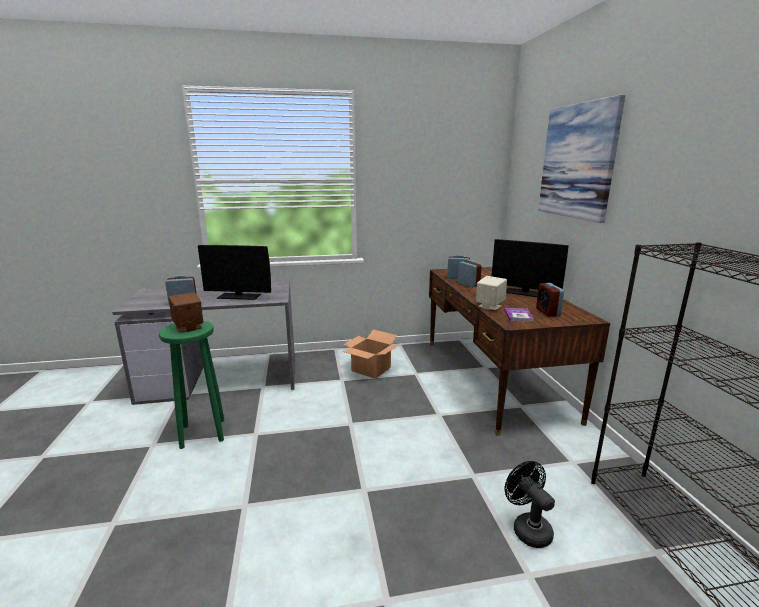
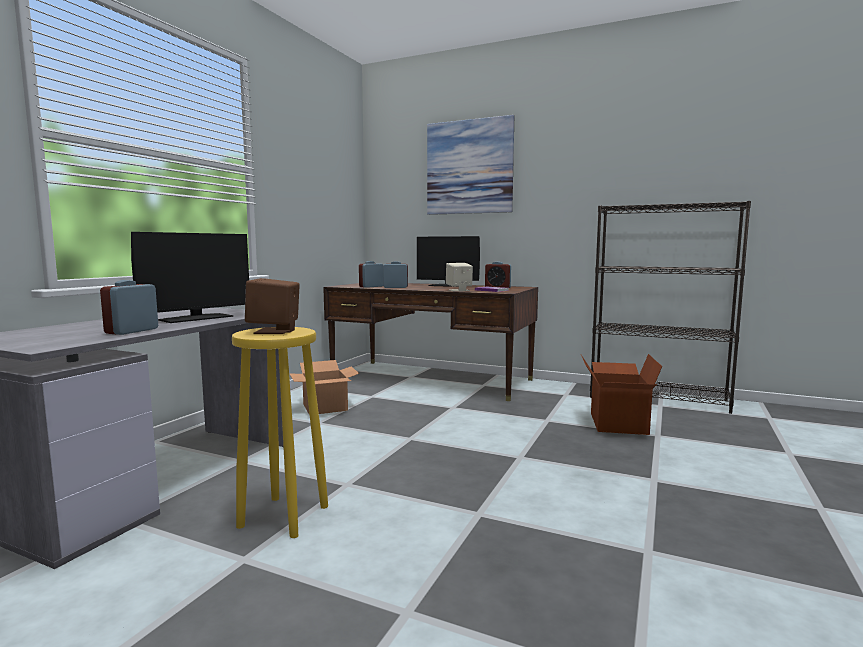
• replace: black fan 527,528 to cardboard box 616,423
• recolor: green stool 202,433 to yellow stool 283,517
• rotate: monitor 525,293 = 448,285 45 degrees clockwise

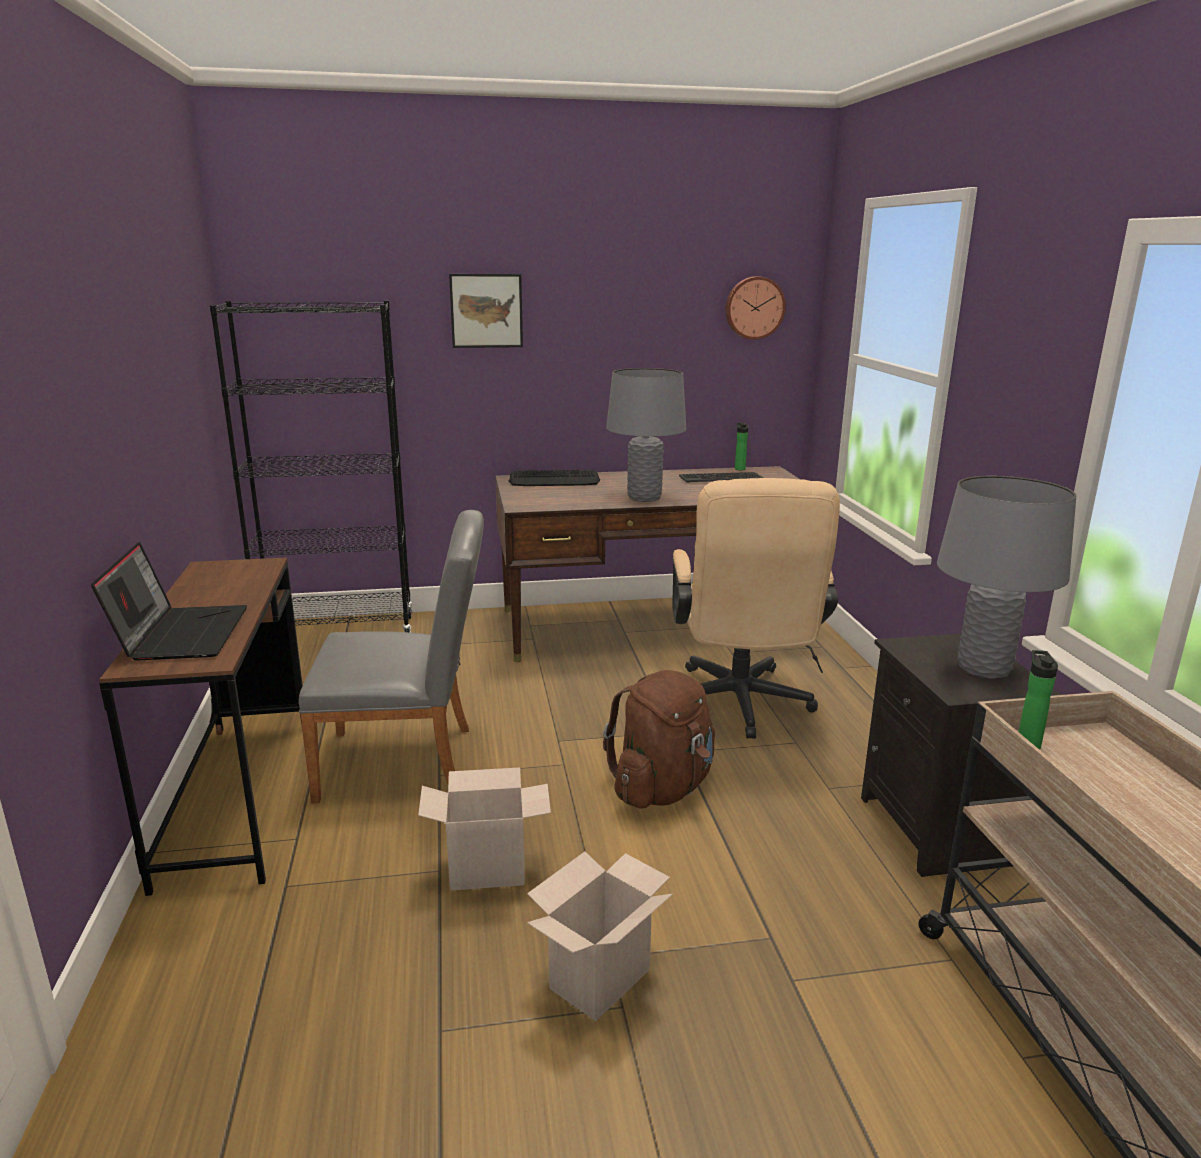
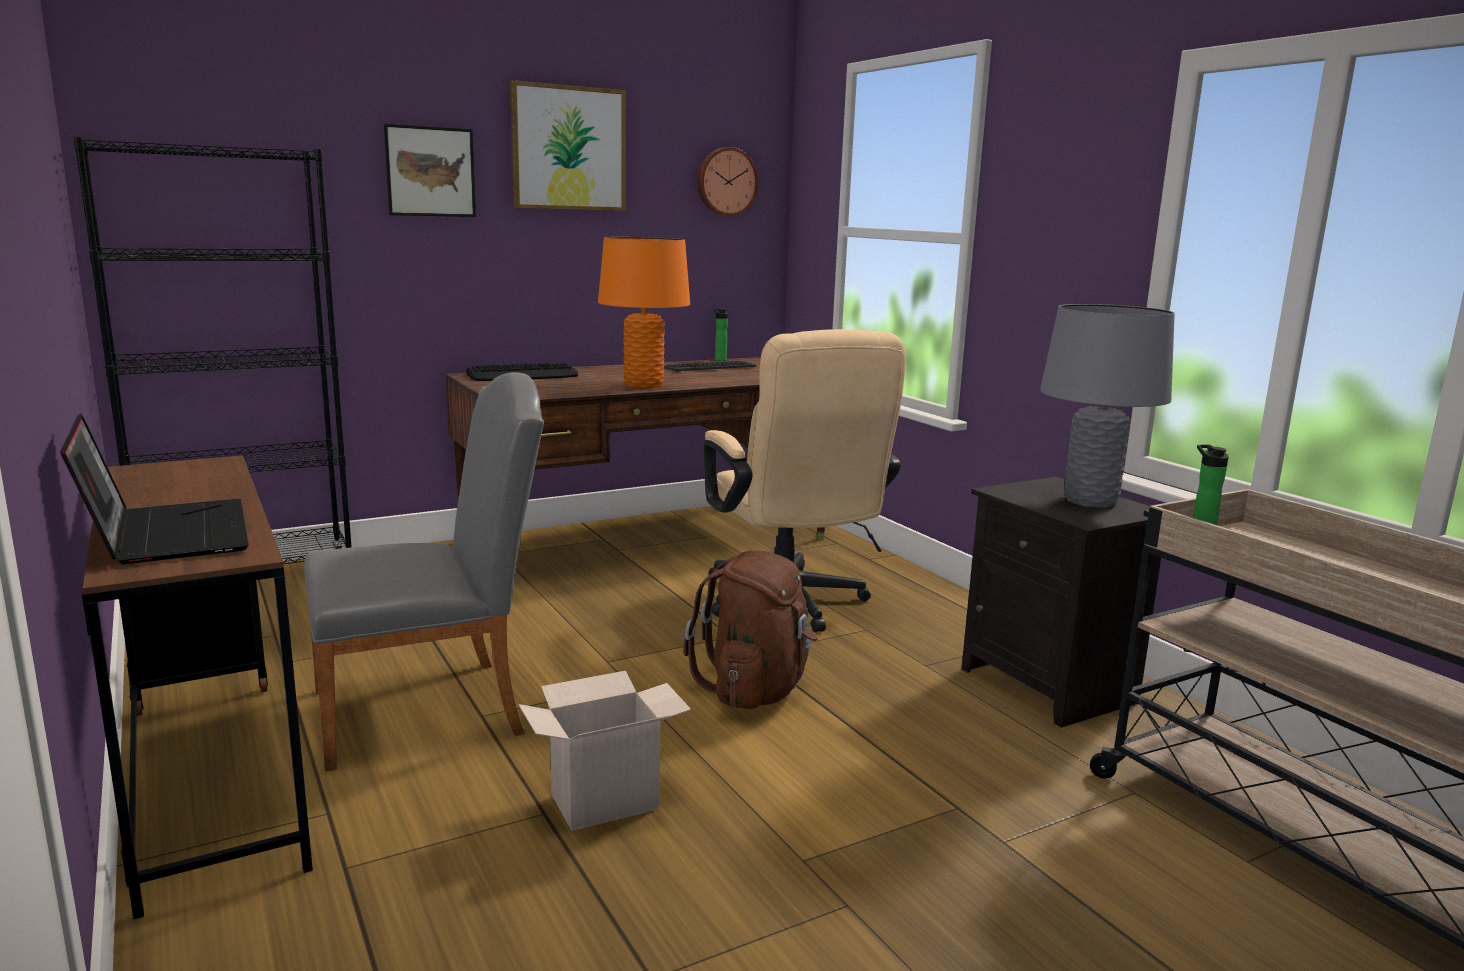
• delete: cardboard box 599,976
• insert: picture 568,148
• recolor: grey table lamp 644,498 to orange table lamp 643,385

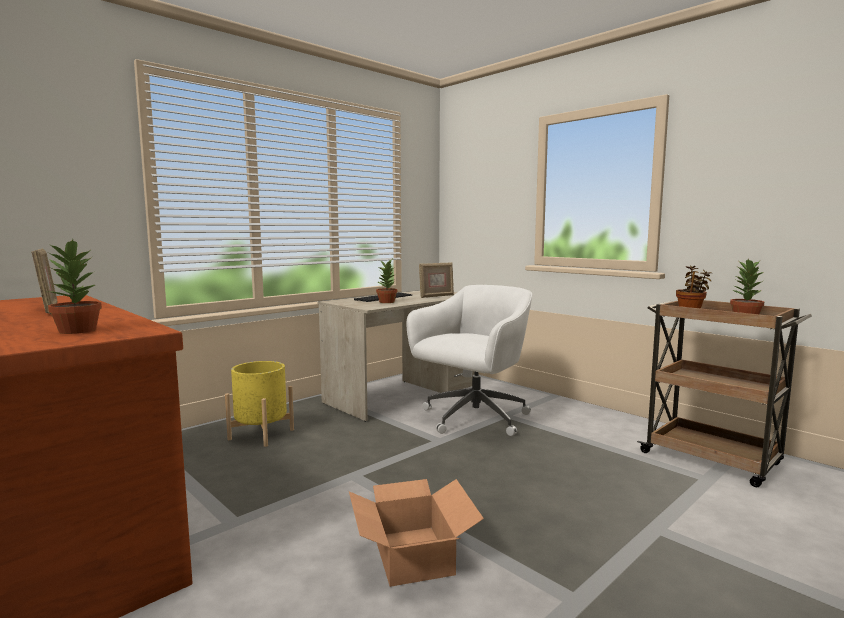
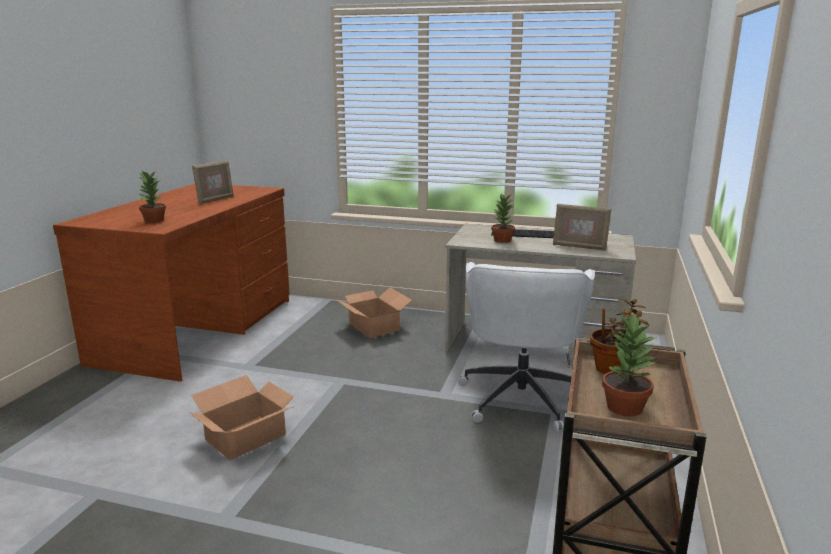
• replace: yellow planter 261,434 to cardboard box 374,326
• rotate: white office chair 473,418 = 521,396 90 degrees clockwise

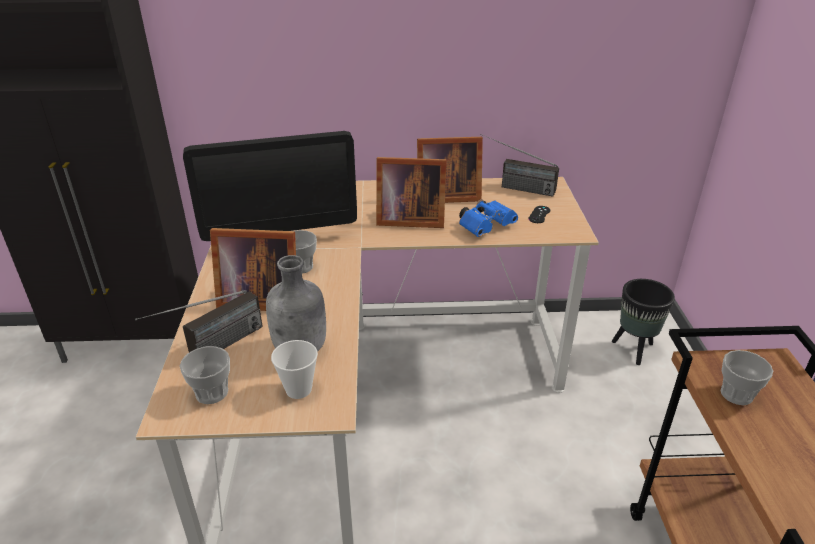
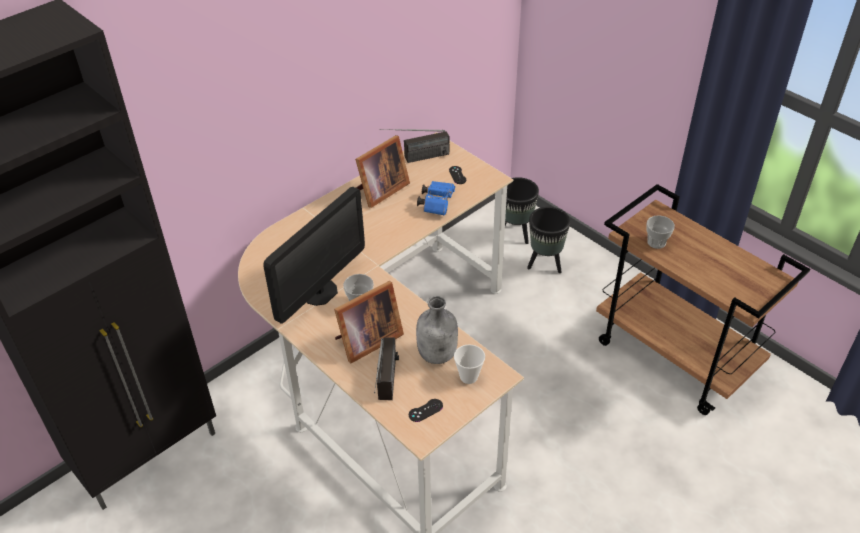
• delete: picture frame 408,219
• insert: black planter 545,264
• replace: cup 211,393 to black game controller 425,410

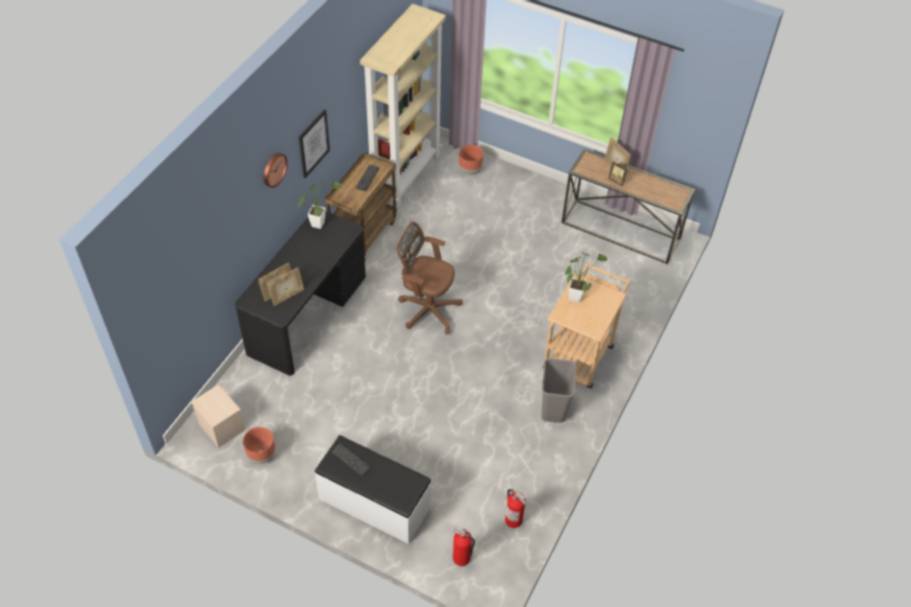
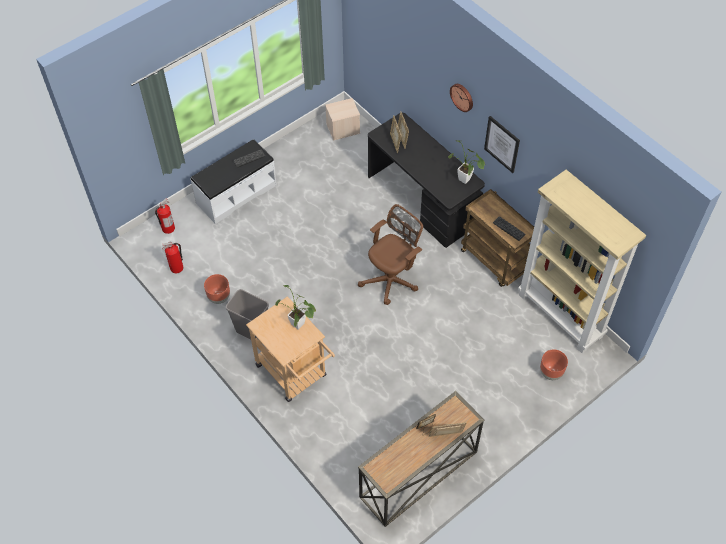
• move: brown planter 261,455 to 219,297

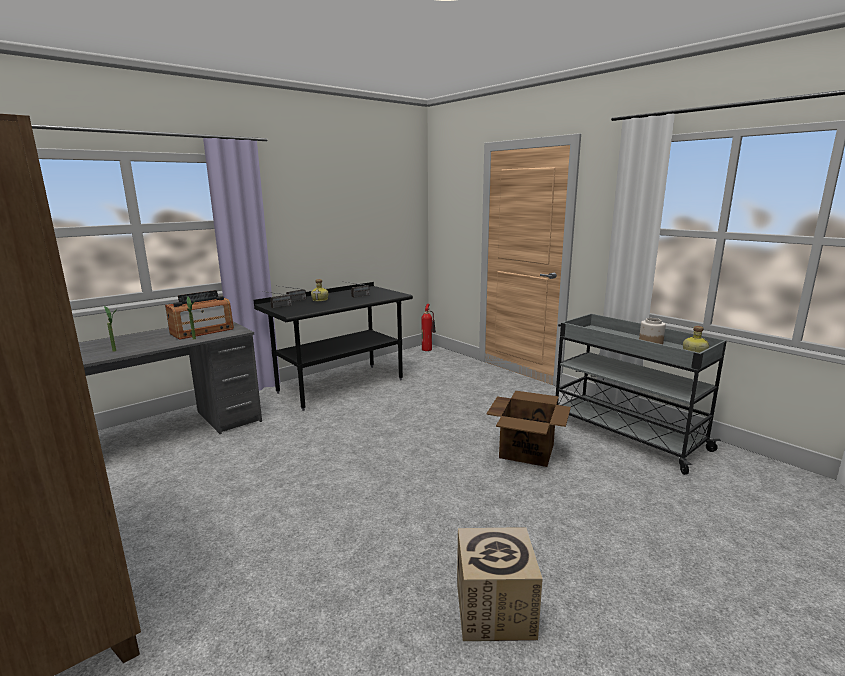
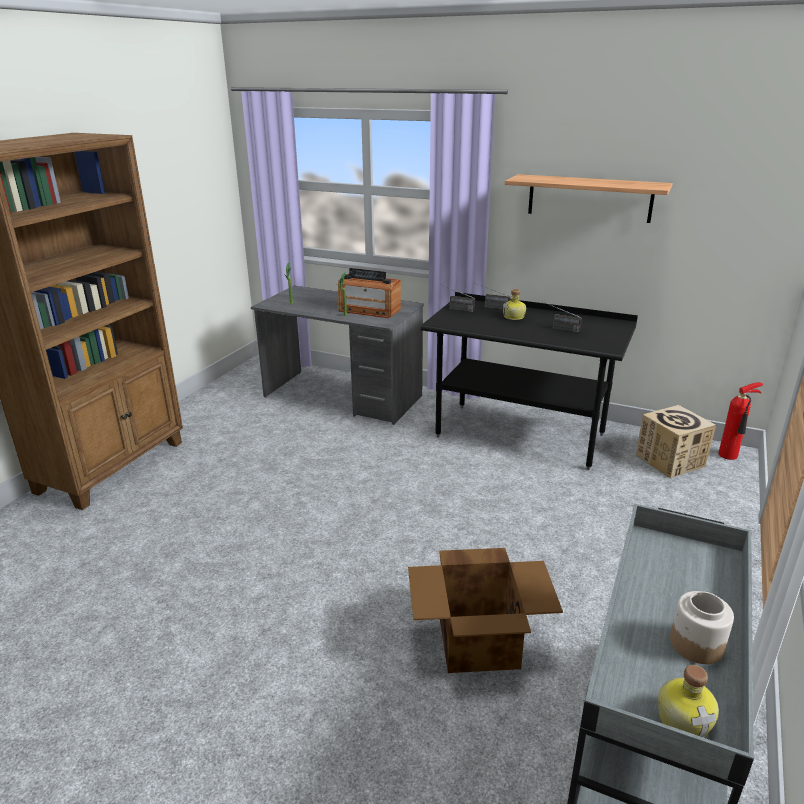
• insert: shelf 589,198
• move: cardboard box 494,610 to 670,461

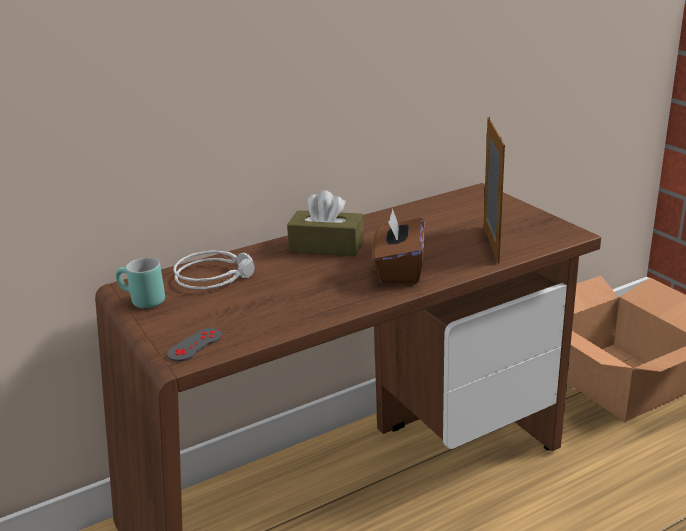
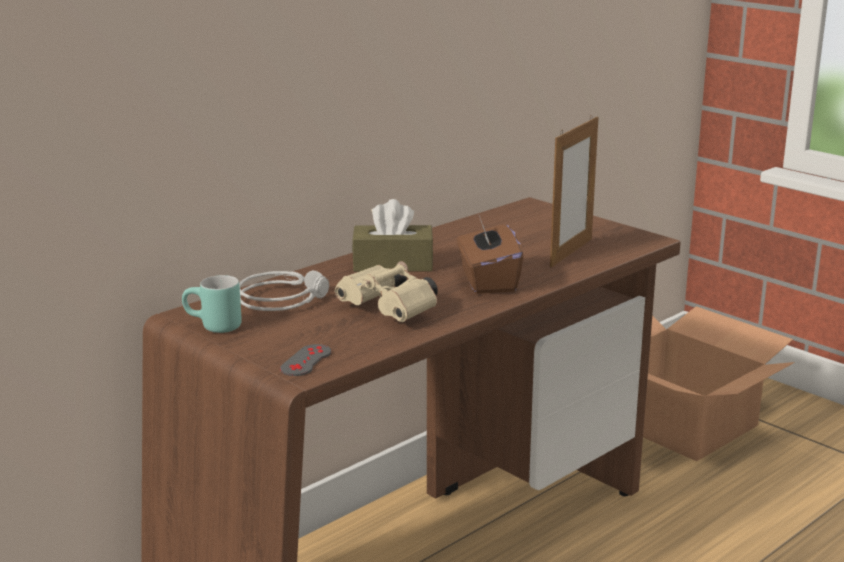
• insert: beige binoculars 391,311
• rotate: picture frame 490,244 = 571,252 45 degrees clockwise

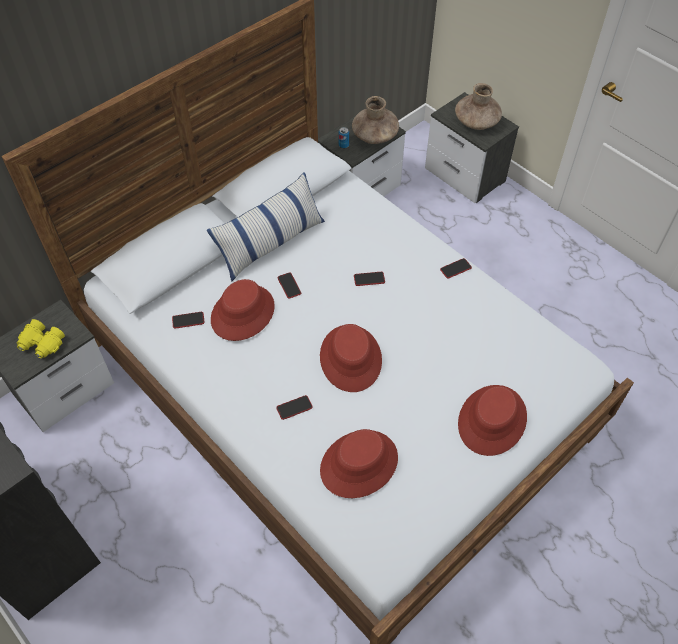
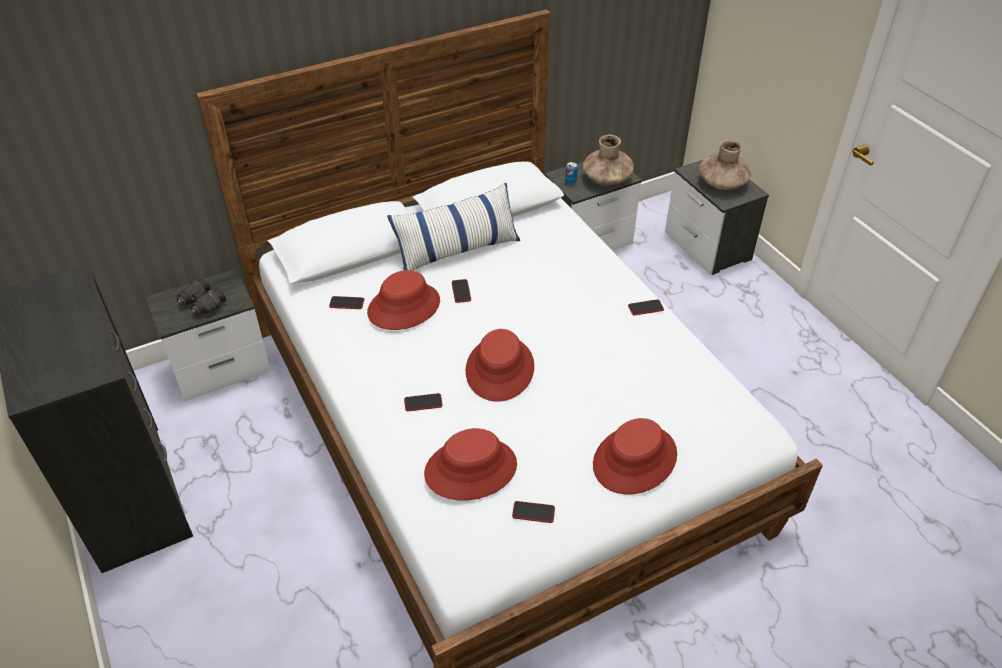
• move: phone 369,279 to 533,512
• recolor: yellow binoculars 41,344 to black binoculars 202,304

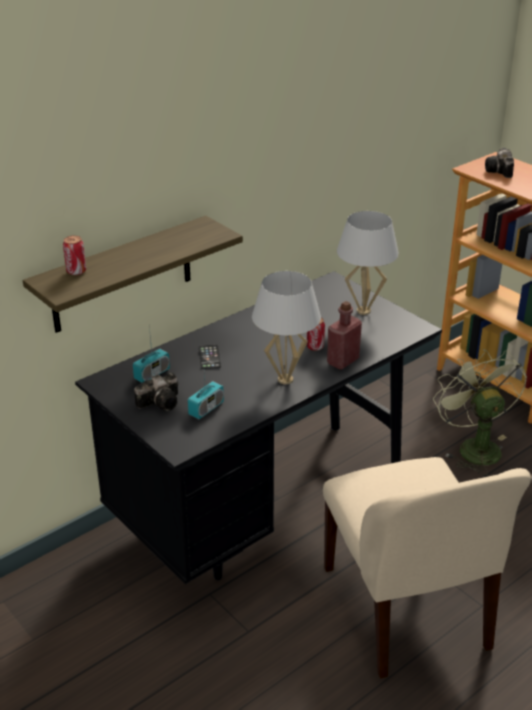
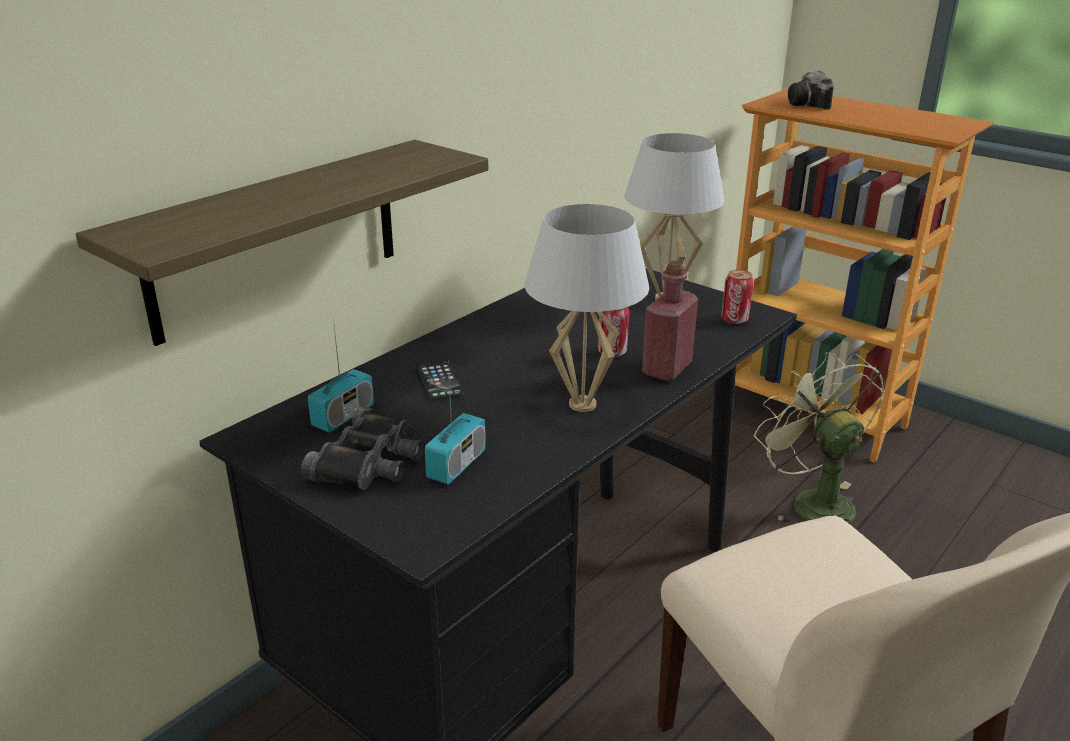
• move: can 76,271 to 734,319
• replace: photo camera 162,402 to black binoculars 371,461

